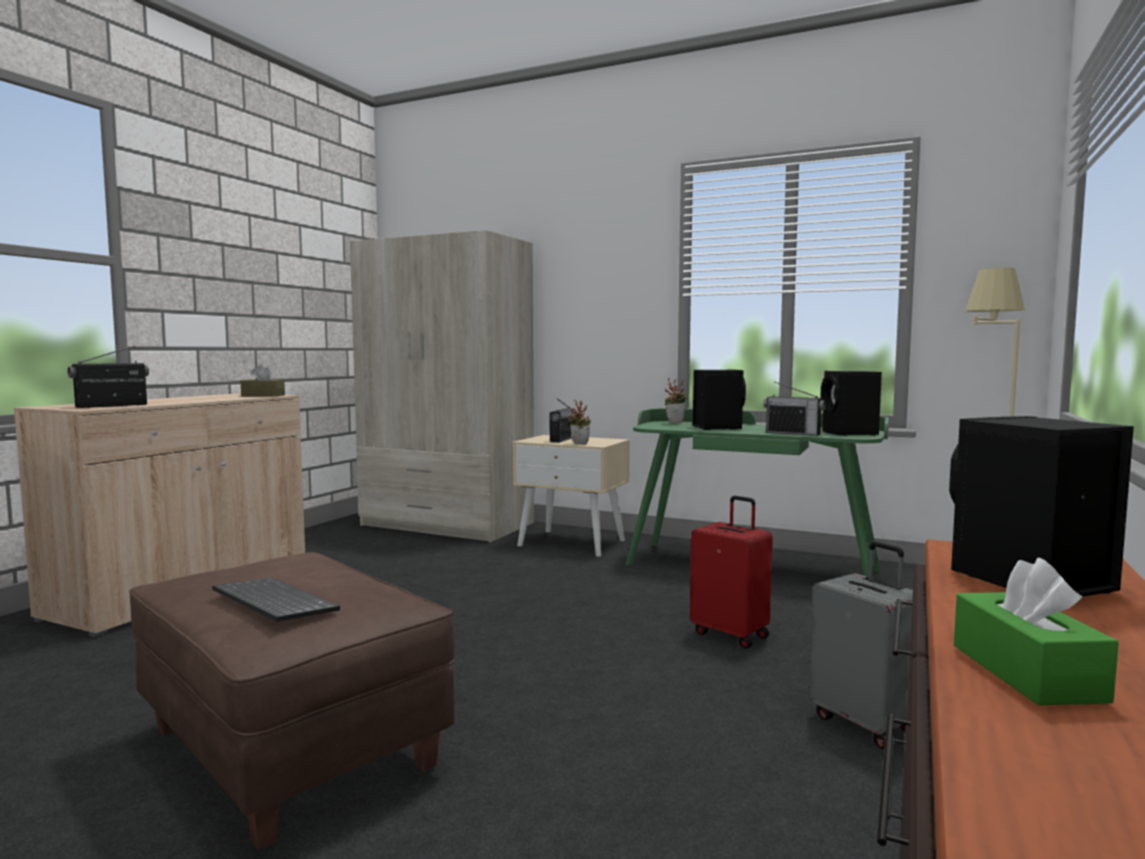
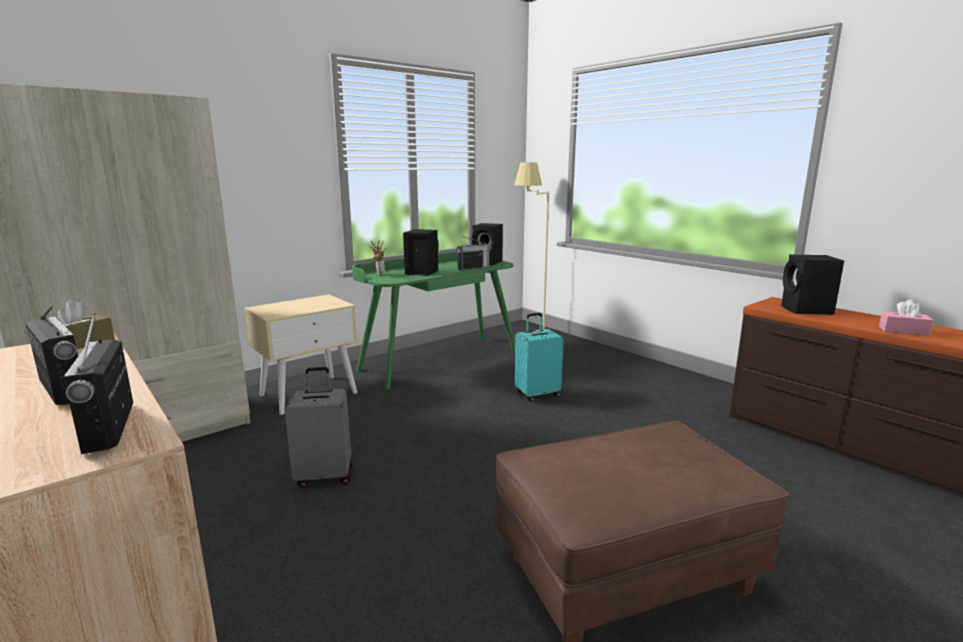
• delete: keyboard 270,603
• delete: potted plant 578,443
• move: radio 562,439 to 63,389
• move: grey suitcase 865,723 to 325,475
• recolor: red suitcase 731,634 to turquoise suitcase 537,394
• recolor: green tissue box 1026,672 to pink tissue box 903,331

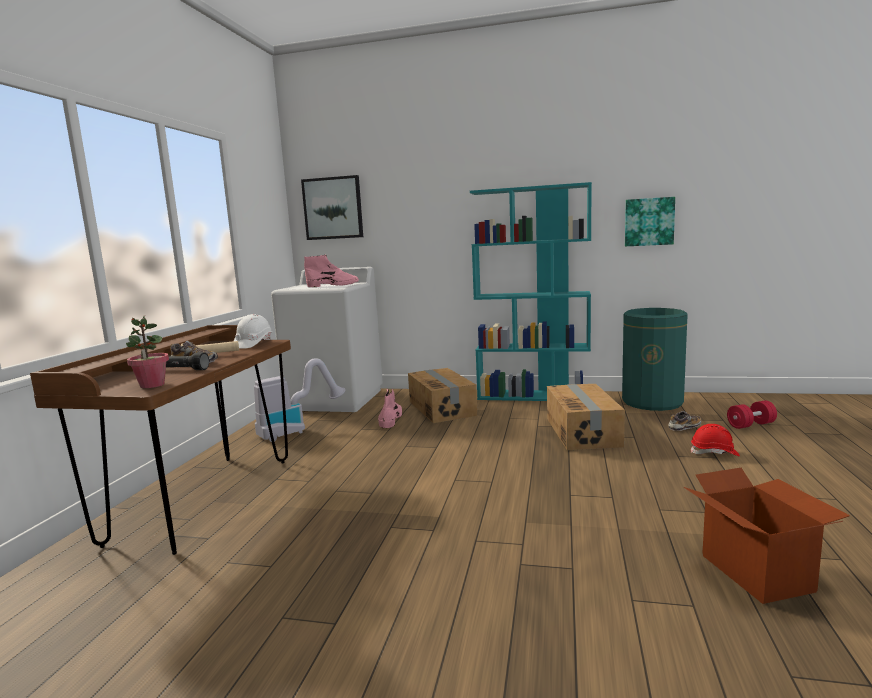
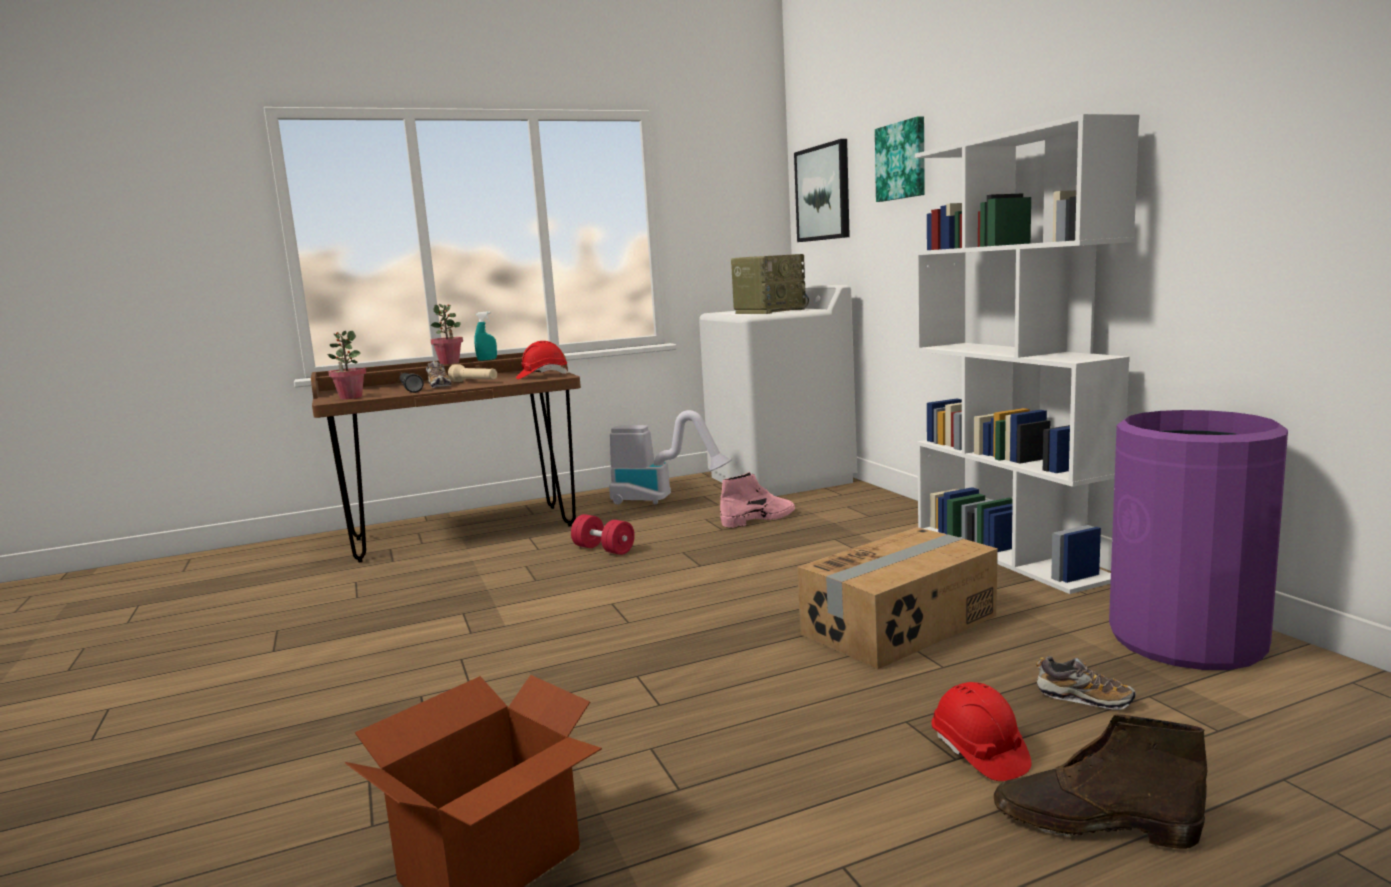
• delete: cardboard box 442,408
• insert: potted plant 449,363
• insert: turquoise spray bottle 487,360
• insert: brown boot 1091,824
• move: picture 649,222 to 902,161
• move: red dumbbell 751,425 to 603,549
• replace: pink boot 333,285 to radio 770,311
• recolor: white hard hat 253,344 to red hard hat 542,376
• recolor: turquoise bookcase 534,396 to white bookcase 1011,553
• recolor: green trash can 652,402 to purple trash can 1187,640

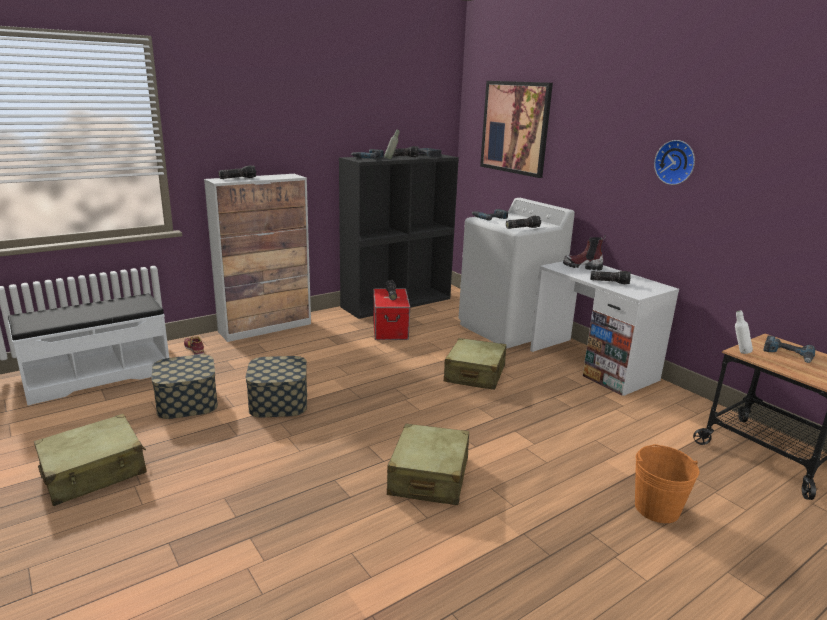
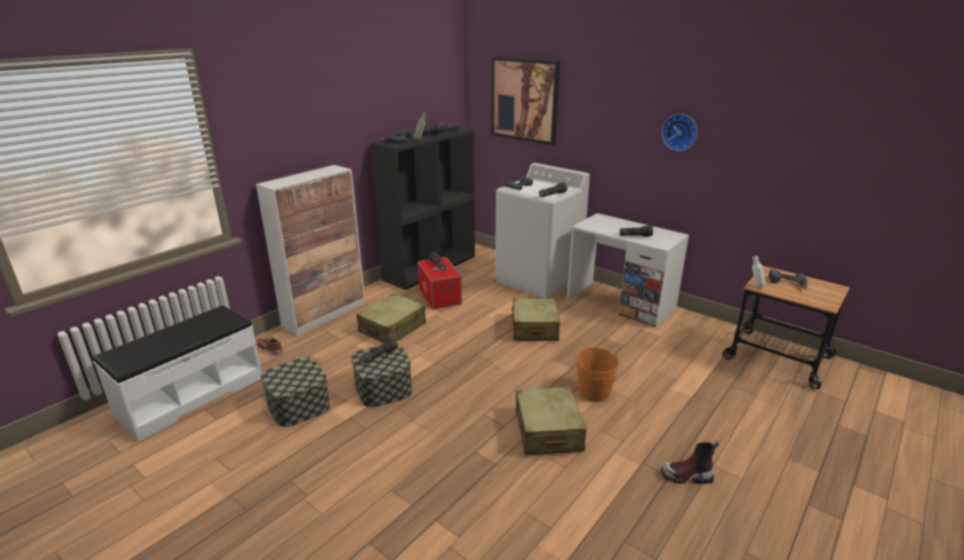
• move: beige suitcase 94,472 to 393,328
• move: flashlight 238,178 to 379,355
• move: boot 582,266 to 687,476
• move: orange bucket 656,508 to 594,392

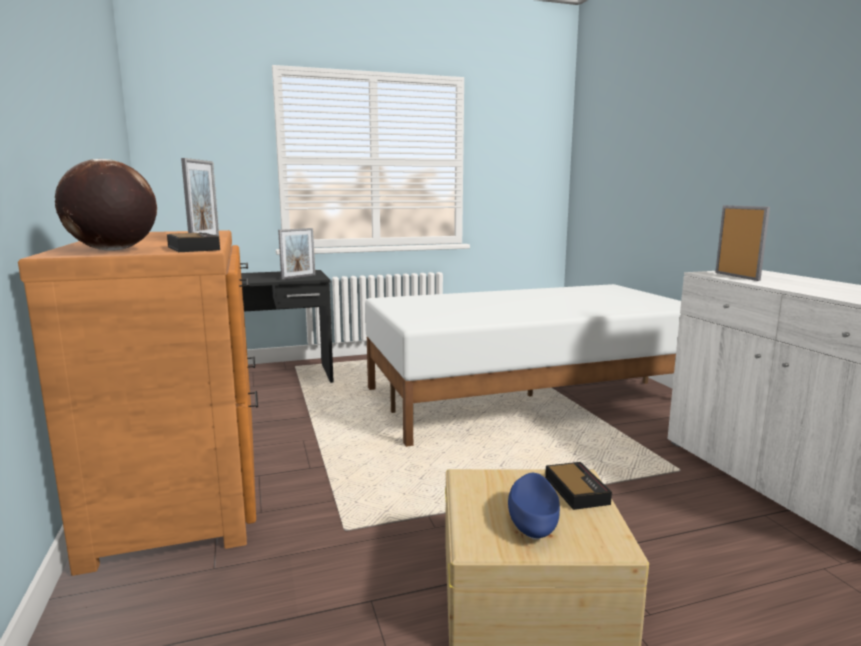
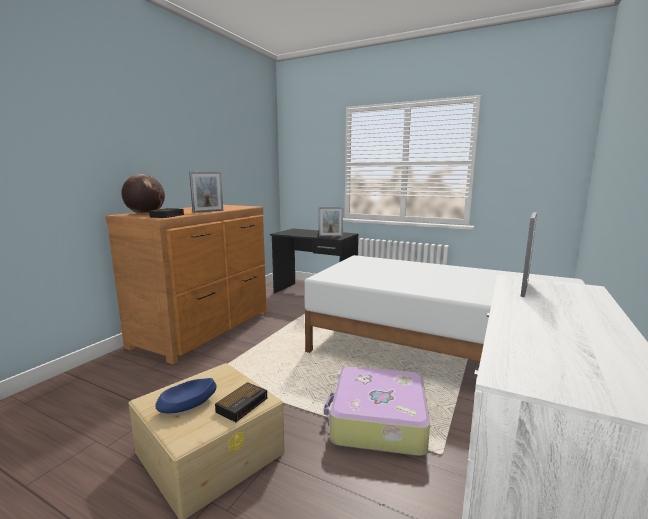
• insert: suitcase 377,421

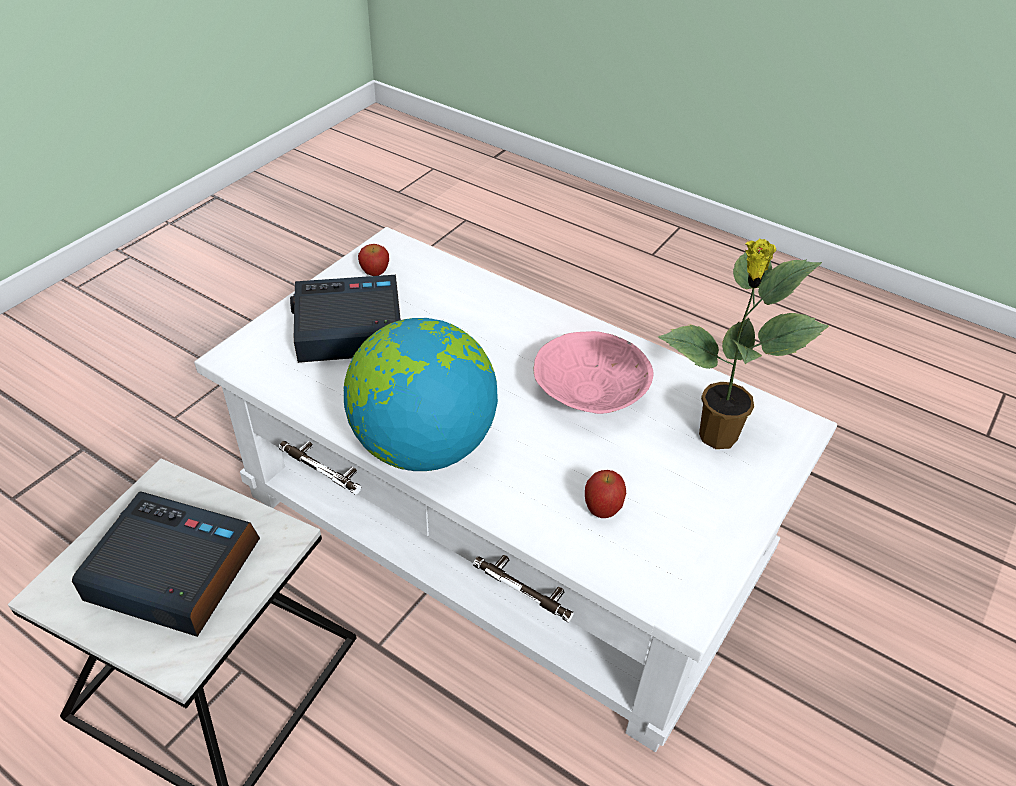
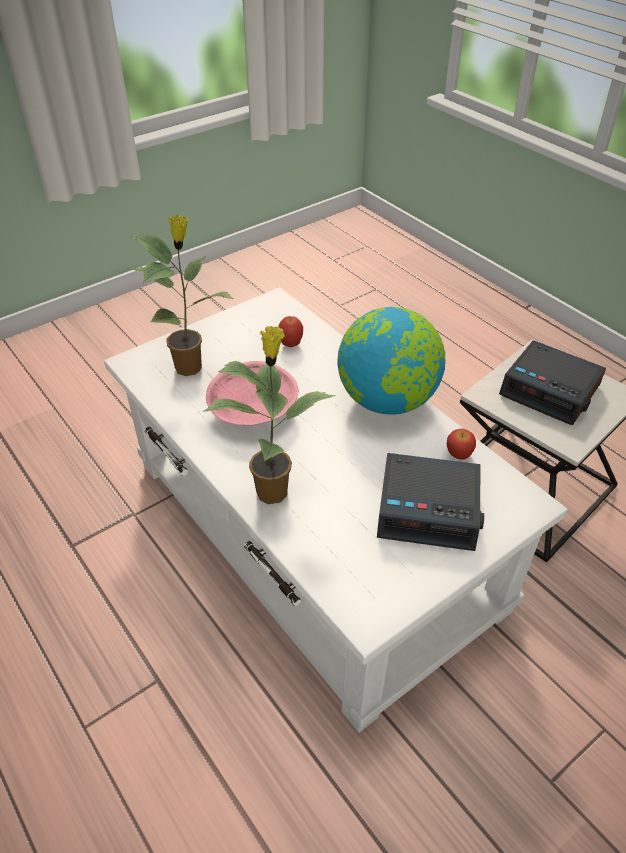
• insert: potted plant 273,490
• move: apple 375,272 to 458,453

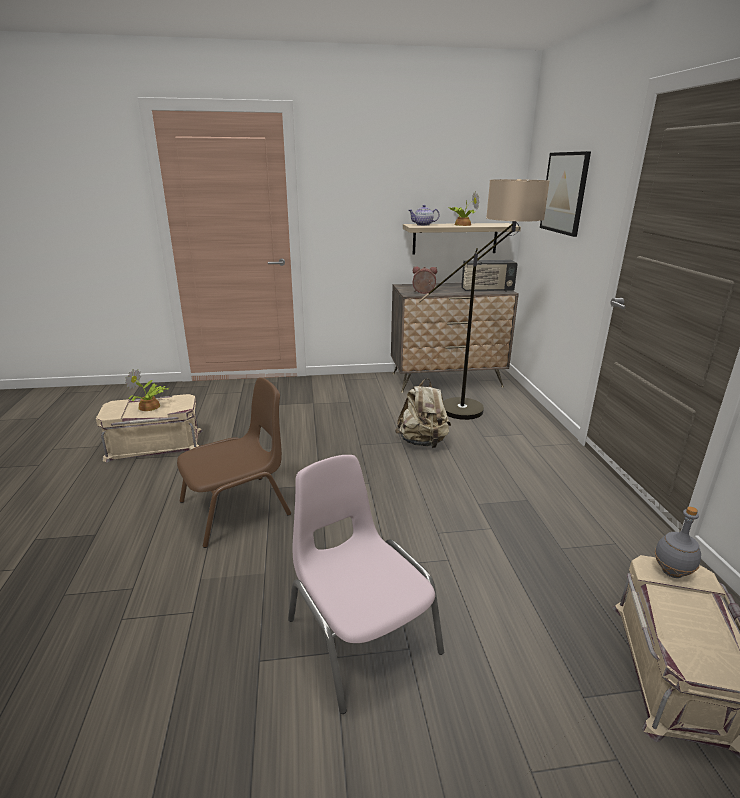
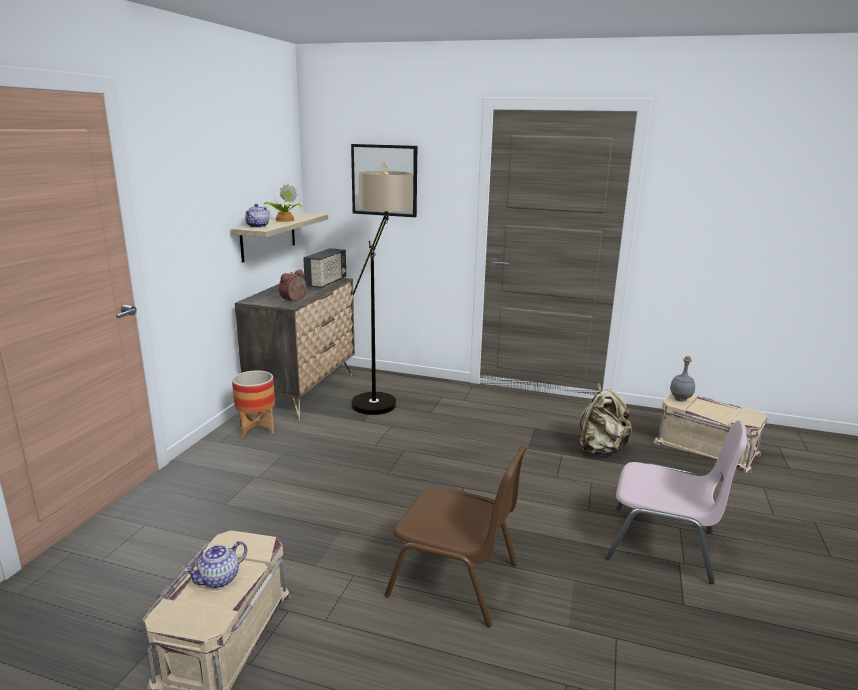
• insert: planter 256,430
• move: beige backpack 422,442 to 600,449
• replace: potted plant 149,407 to teapot 219,579
• rotate: brown chair 237,508 = 455,580 120 degrees clockwise
• rotate: pink chair 360,634 = 663,545 150 degrees counterclockwise

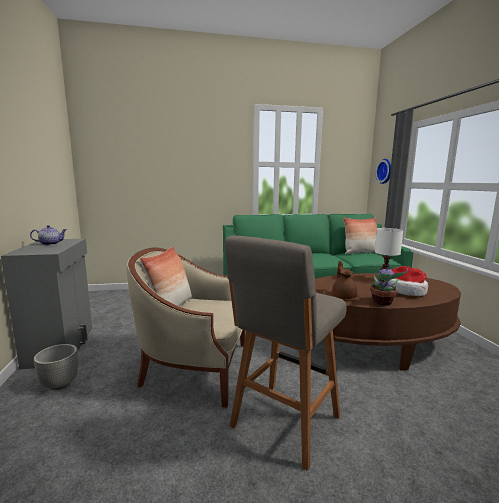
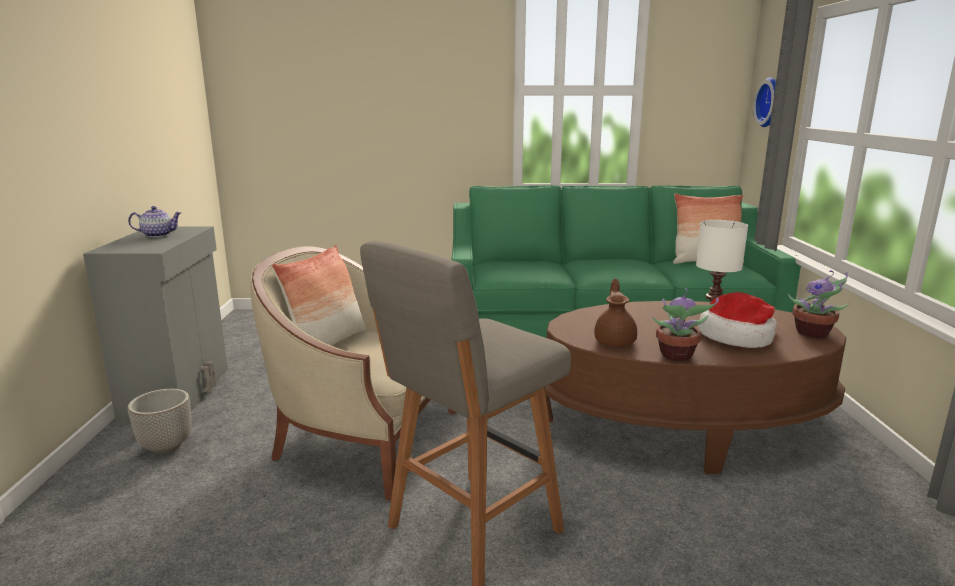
• insert: potted plant 814,333

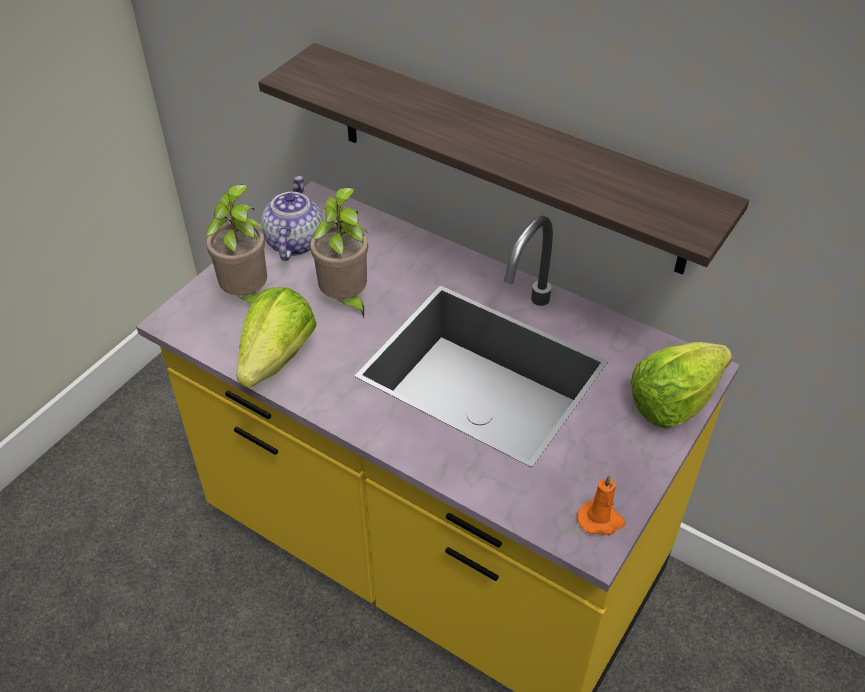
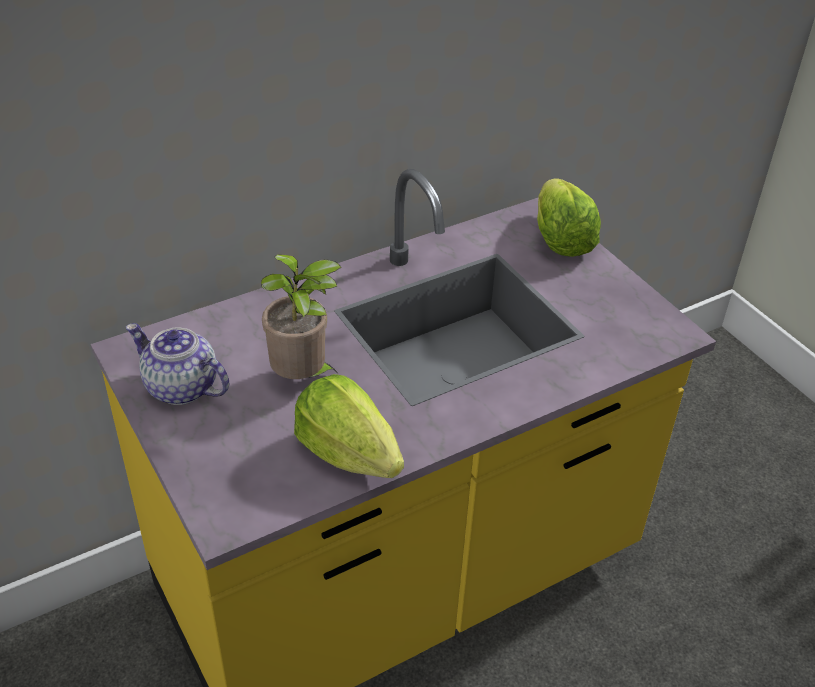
• delete: potted plant 247,297
• delete: shelf 507,158
• delete: orange candle 601,520

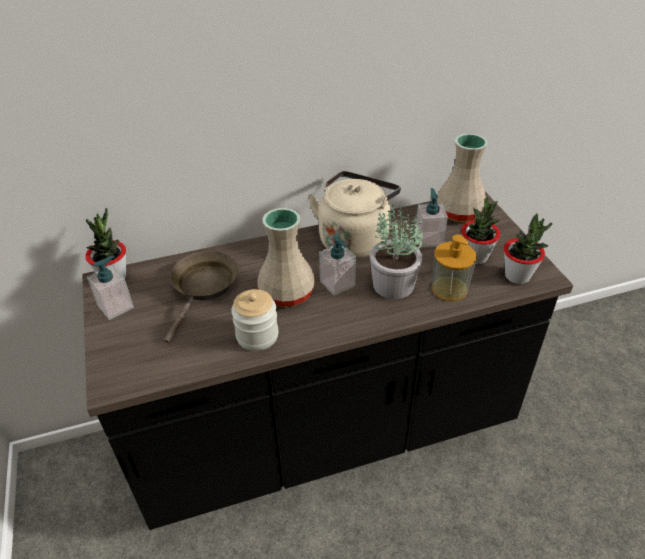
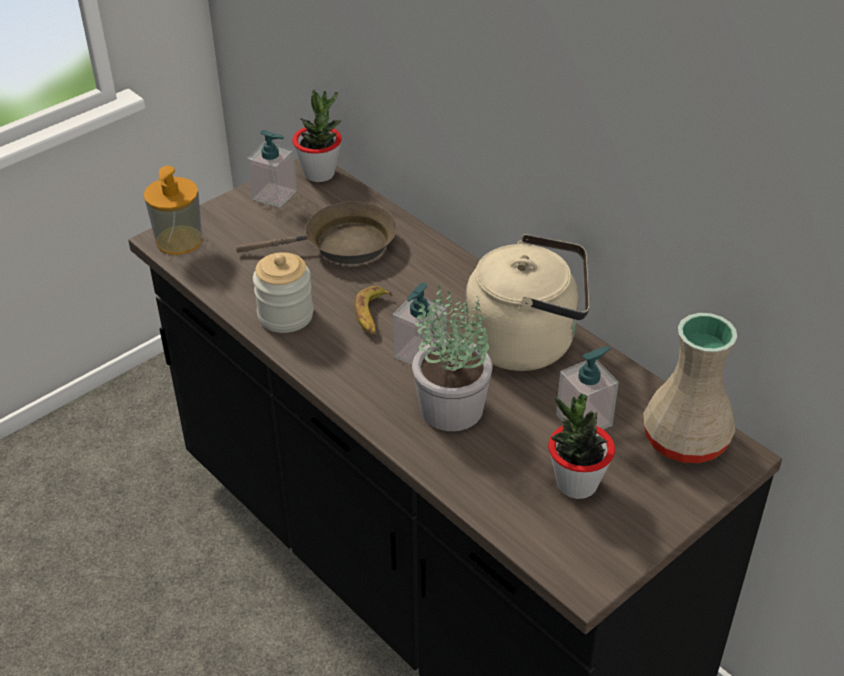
• delete: potted plant 517,276
• move: soap dispenser 449,288 to 179,240
• replace: beige vase 288,294 to banana 372,316

